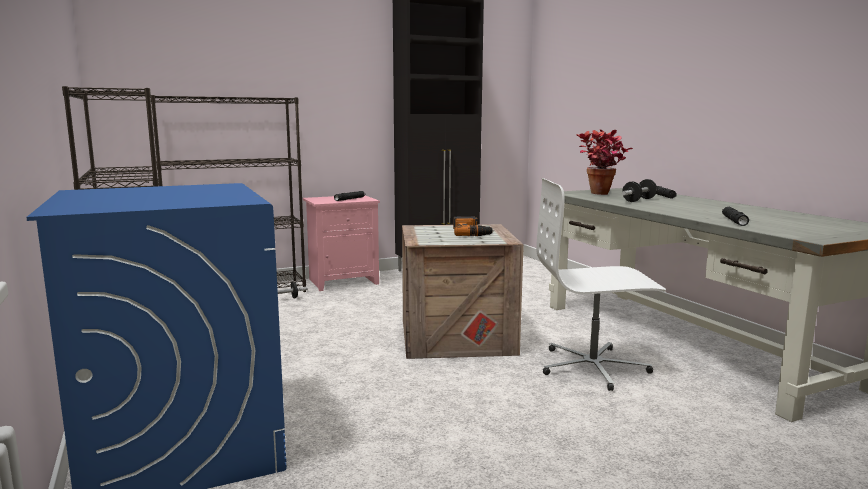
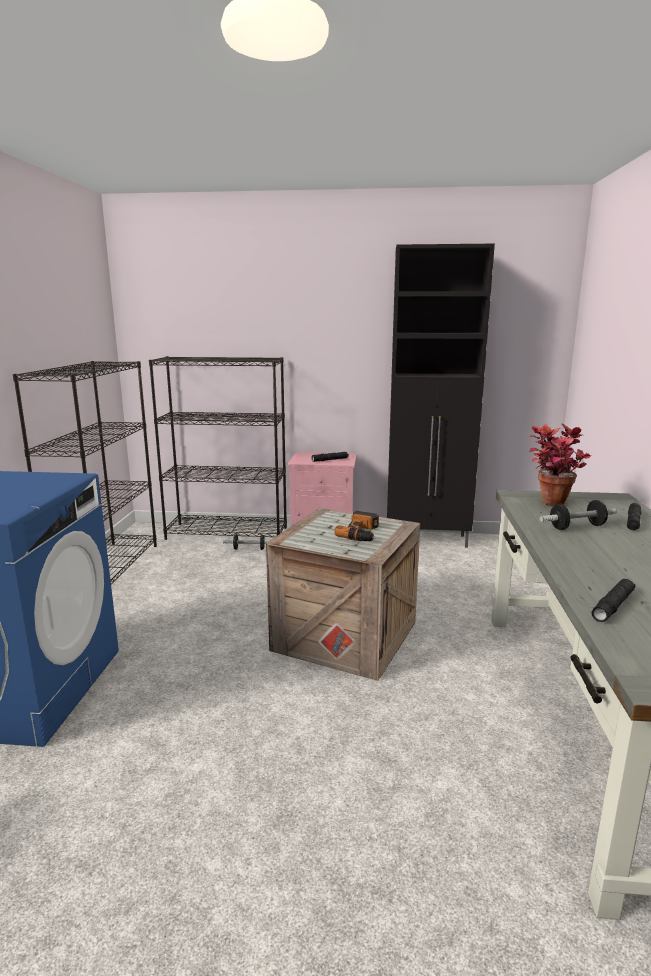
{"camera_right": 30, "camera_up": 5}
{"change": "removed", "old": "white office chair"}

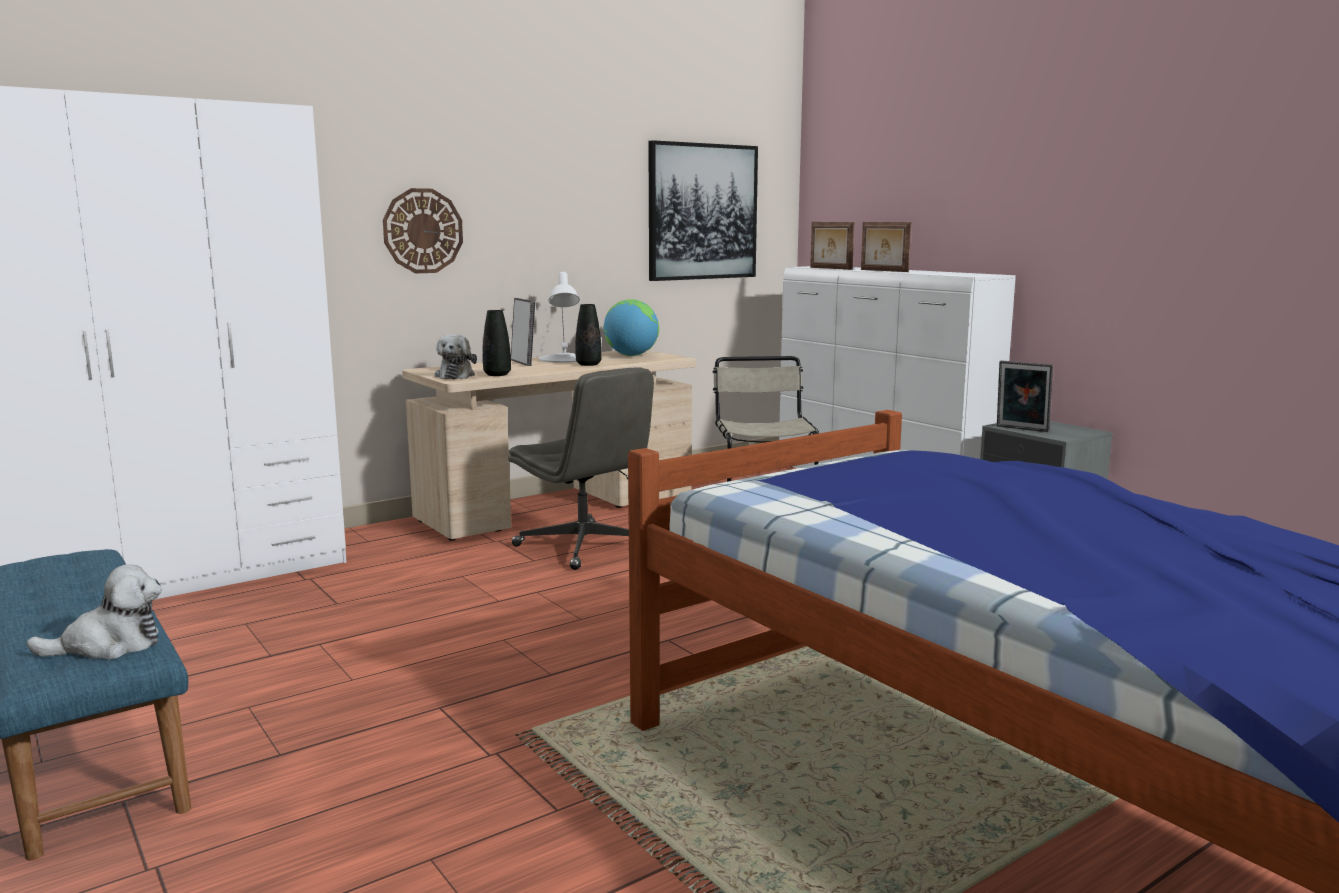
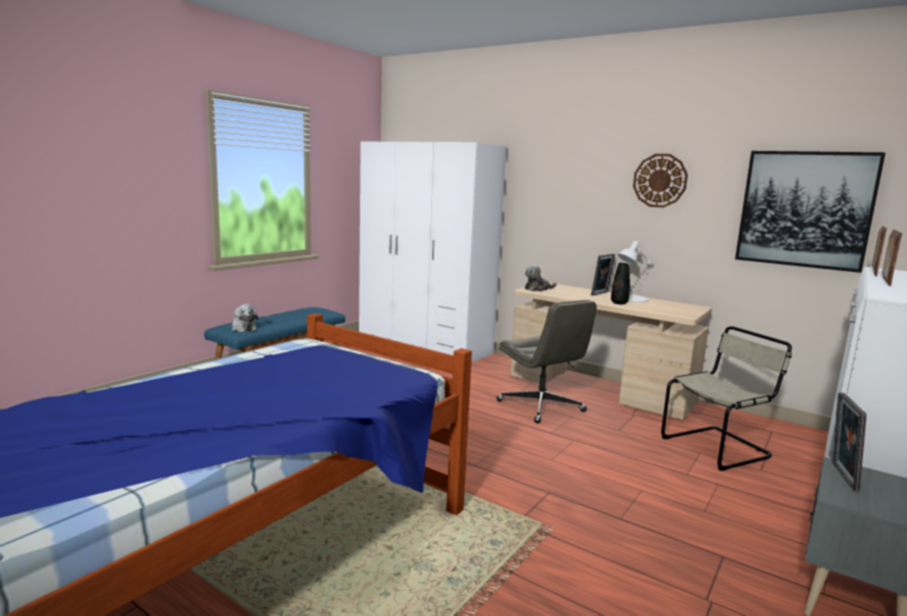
{"camera_right": 70, "camera_up": 0}
{"change": "moved", "old": "wall clock"}
{"change": "removed", "old": "black vase (1st from left)"}
{"change": "turned", "old": "grey office chair", "degrees": -60}
{"change": "removed", "old": "globe"}

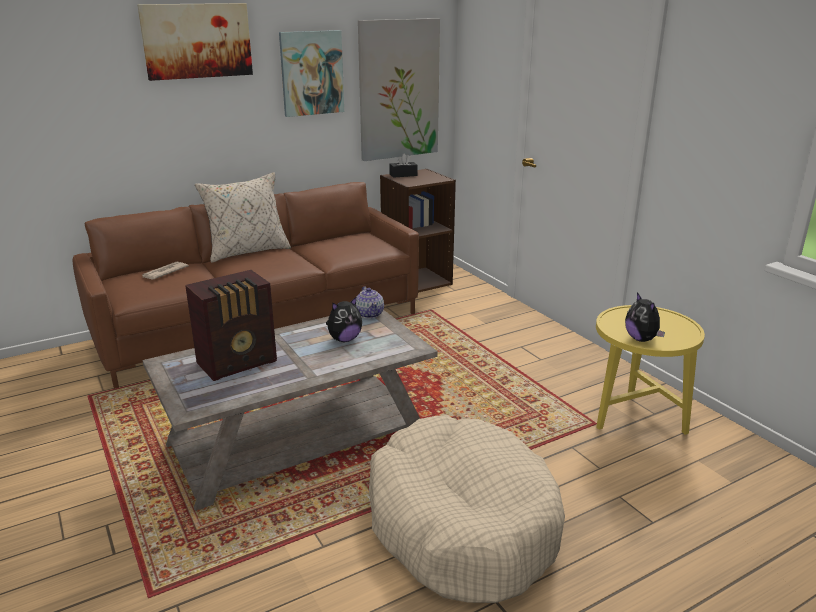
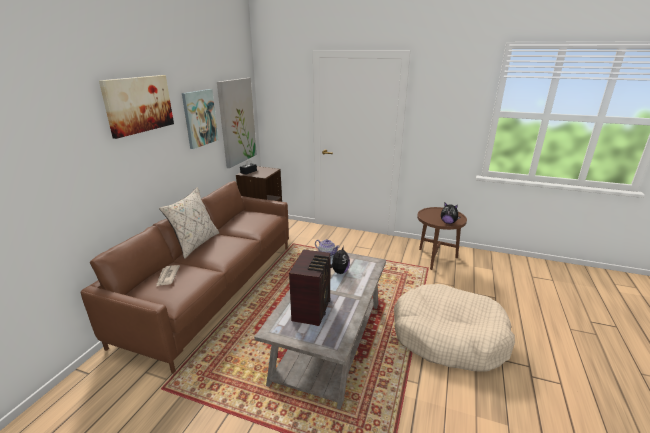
{"camera_right": -40, "camera_up": 0}
{"change": "recoloured", "old": "yellow side table", "new": "brown side table"}

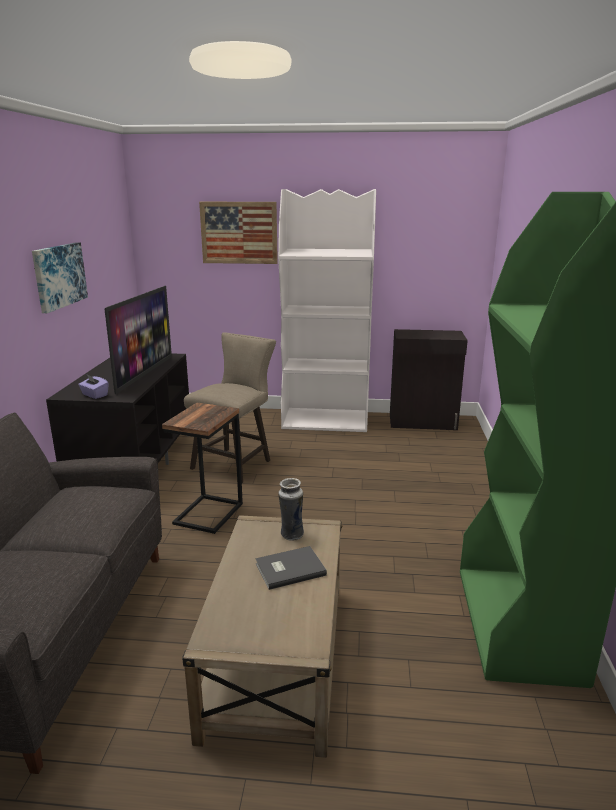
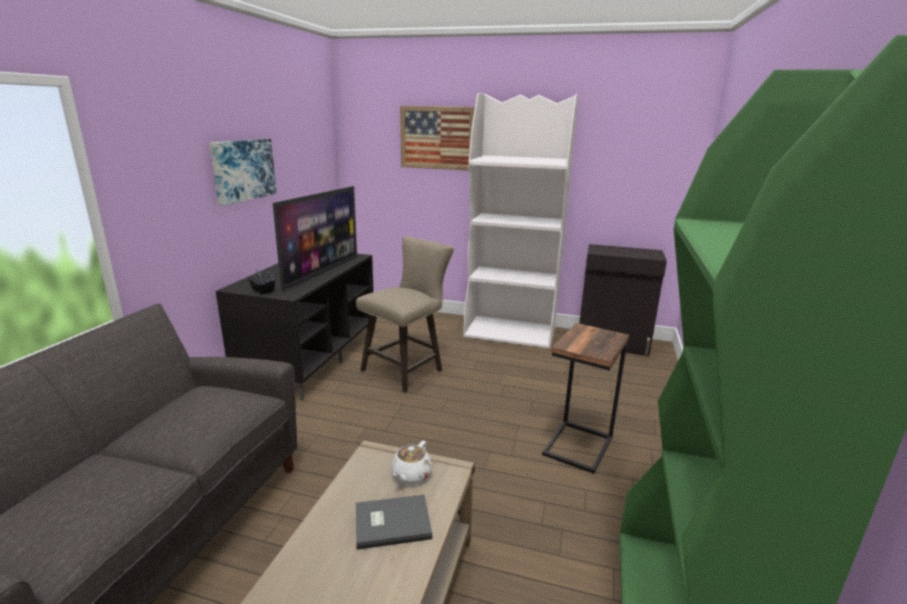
{"camera_right": 10, "camera_up": 0}
{"change": "recoloured", "old": "purple tissue box", "new": "black tissue box"}
{"change": "moved", "old": "side table"}
{"change": "replaced", "old": "vase", "new": "white teapot"}

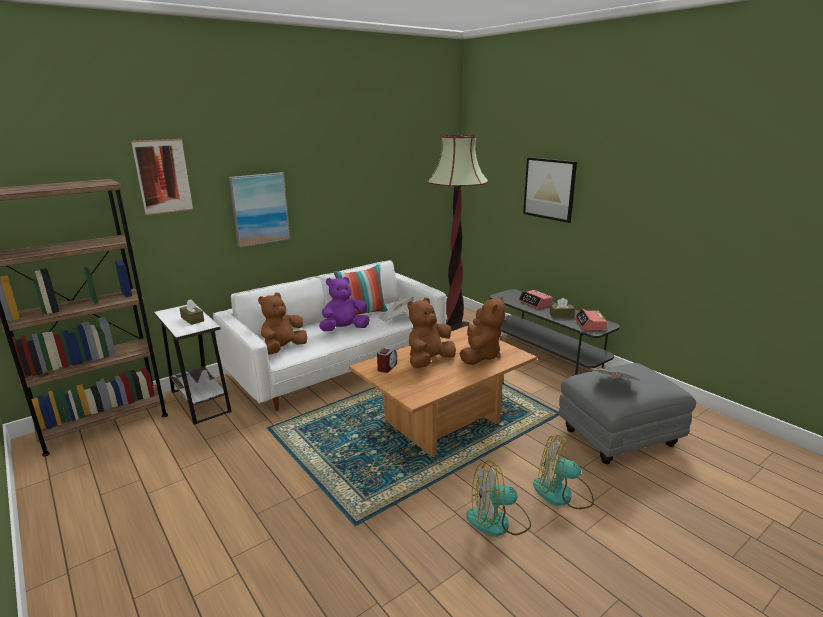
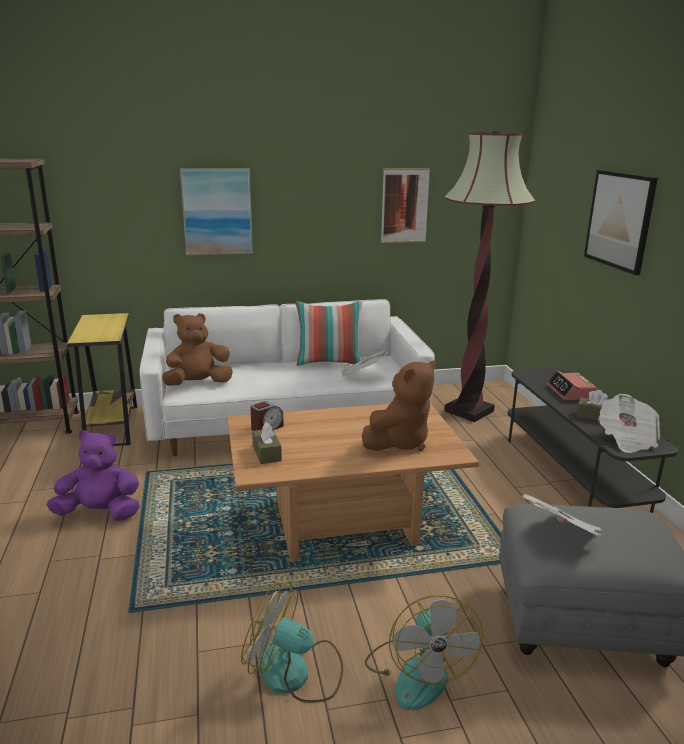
{"camera_right": 25, "camera_up": 0}
{"change": "moved", "old": "picture (1st from left in the first image)", "new": "picture (2nd from left)"}
{"change": "recoloured", "old": "white side table", "new": "yellow side table"}
{"change": "moved", "old": "brown tissue box (1st from left)"}
{"change": "moved", "old": "purple plush toy"}
{"change": "removed", "old": "brown plush toy (2nd from left)"}
{"change": "turned", "old": "fan (2nd from left)", "degrees": -135}
{"change": "replaced", "old": "alarm clock (3rd from left)", "new": "newspaper (3rd from left)"}

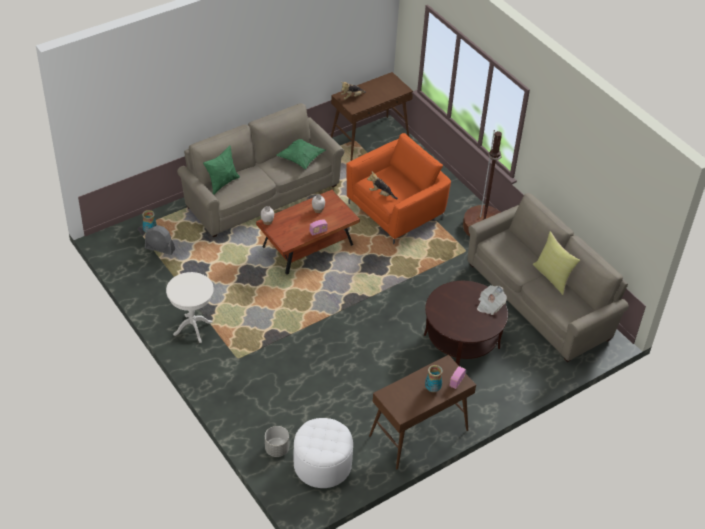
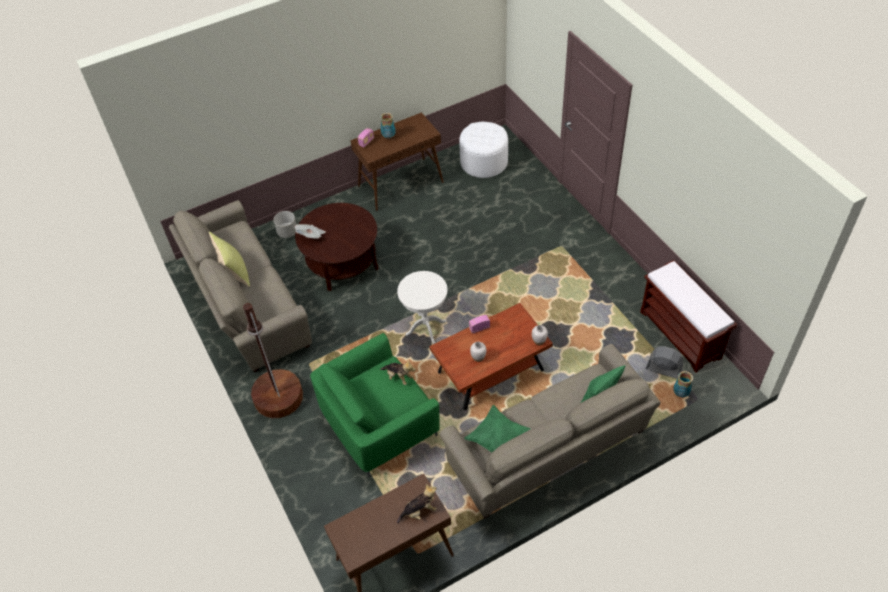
{"camera_right": -170, "camera_up": 5}
{"change": "moved", "old": "white side table"}
{"change": "moved", "old": "grey planter"}
{"change": "recoloured", "old": "orange armchair", "new": "green armchair"}
{"change": "added", "new": "brown bench"}

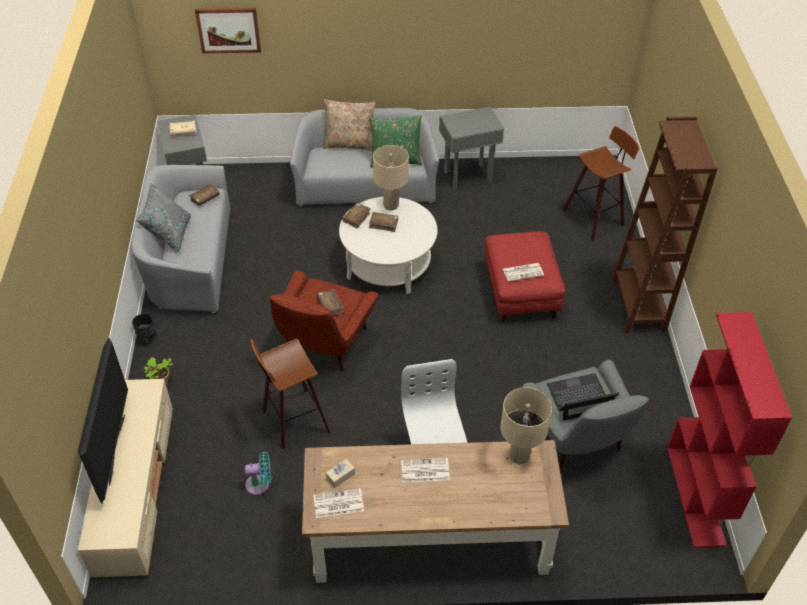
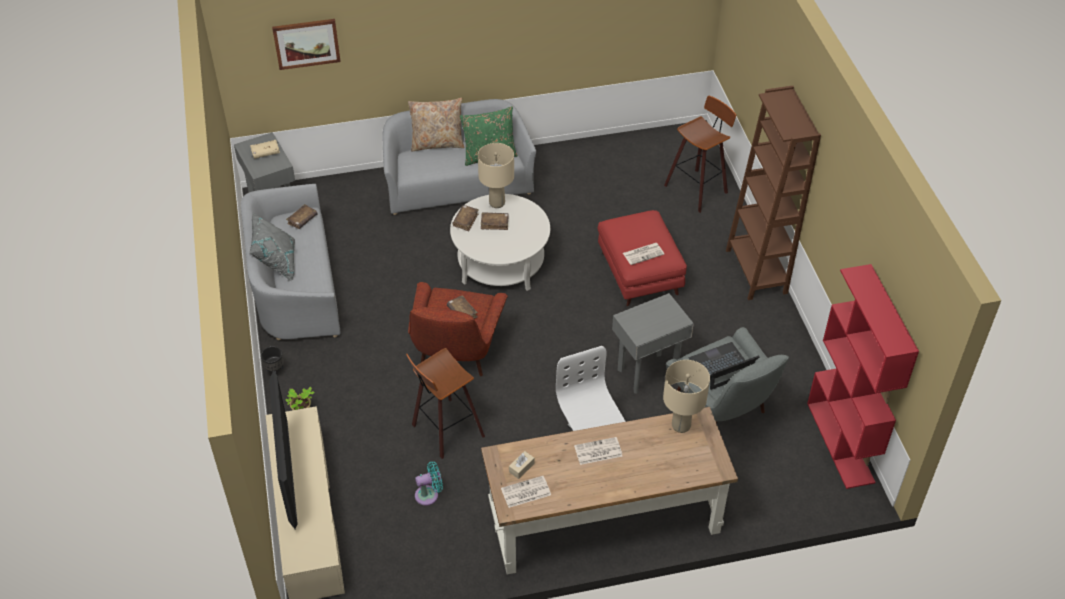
{"camera_right": -10, "camera_up": 0}
{"change": "moved", "old": "grey side table (2nd from left)"}

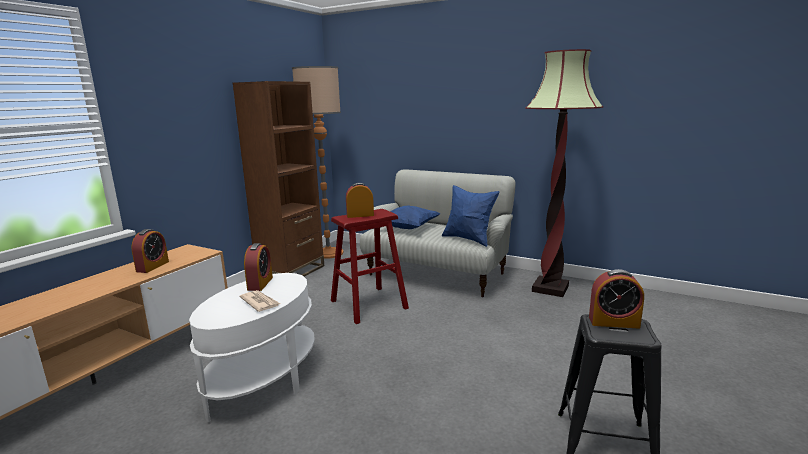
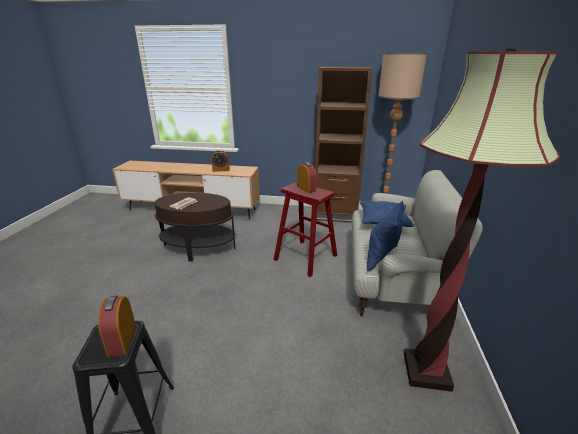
{"camera_right": 70, "camera_up": 10}
{"change": "recoloured", "old": "white side table", "new": "brown side table"}
{"change": "removed", "old": "alarm clock (2nd from left)"}

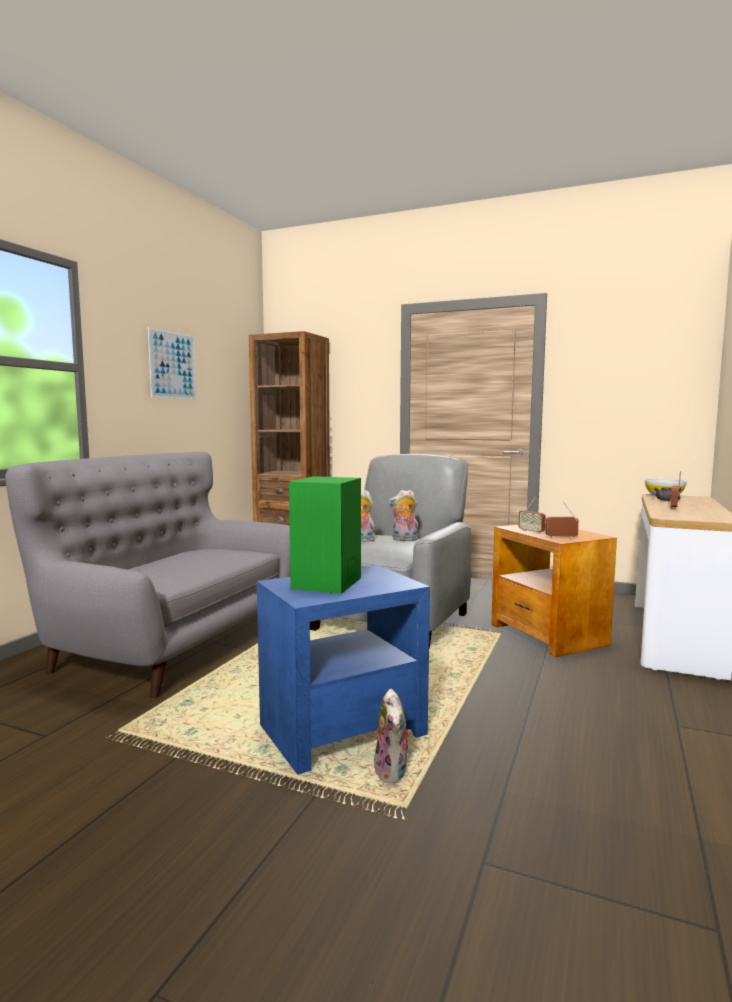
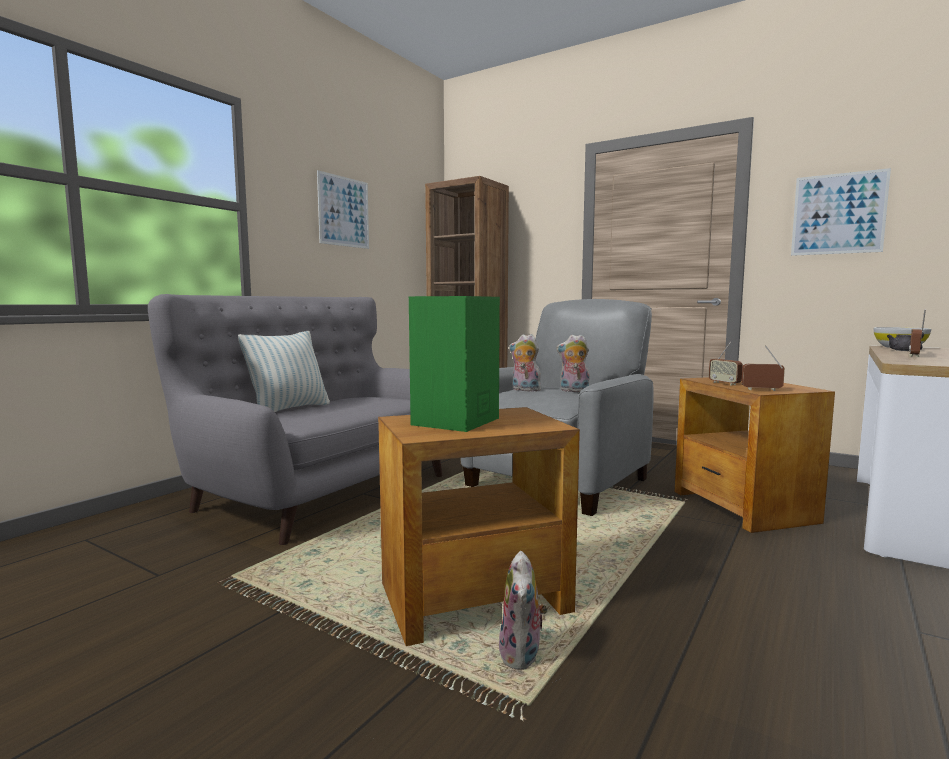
{"camera_right": 10, "camera_up": 0}
{"change": "recoloured", "old": "blue side table", "new": "brown side table (1st from left)"}
{"change": "added", "new": "pillow"}
{"change": "added", "new": "picture (2nd from left)"}

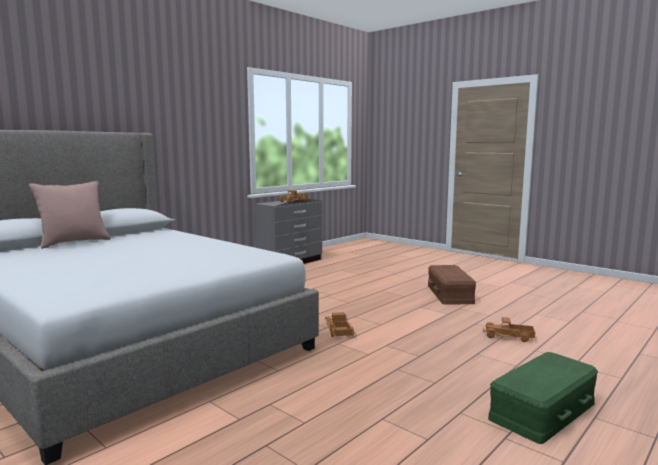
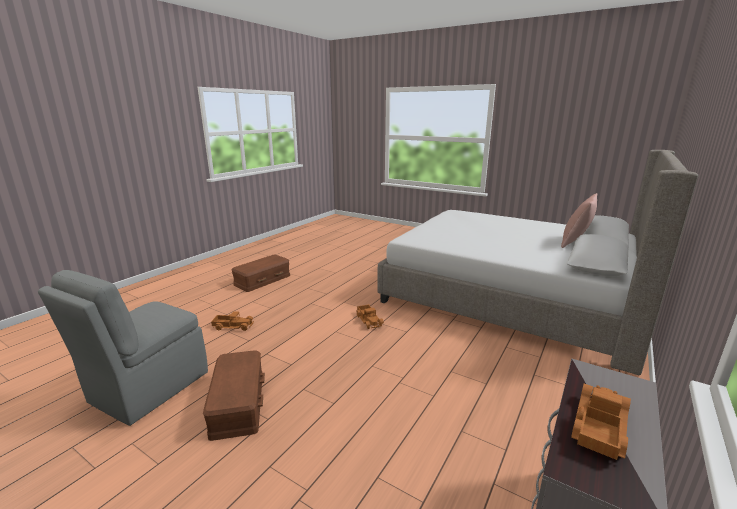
{"camera_right": 170, "camera_up": 10}
{"change": "recoloured", "old": "green storage box", "new": "brown storage box (2nd from left)"}
{"change": "added", "new": "grey chair"}

